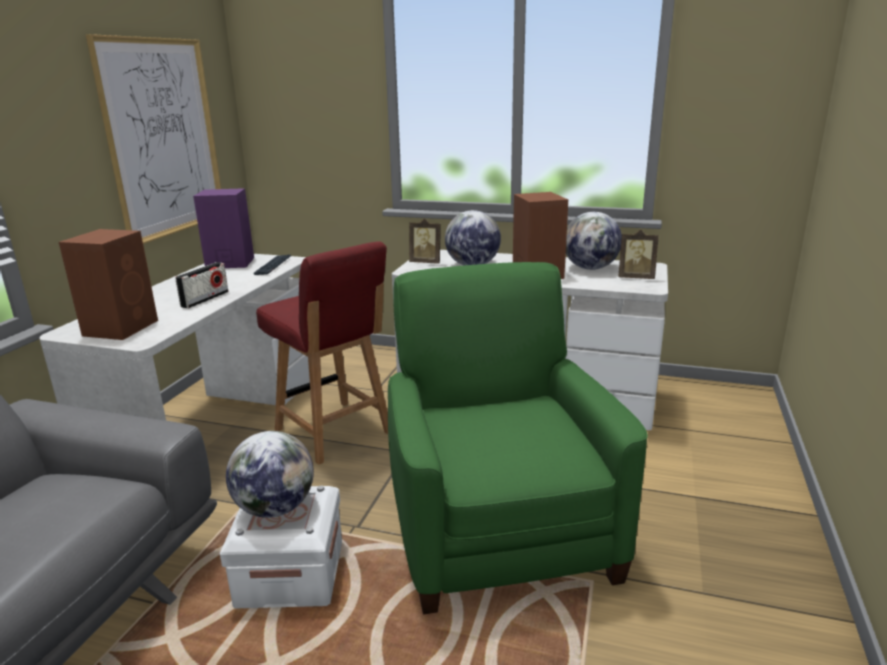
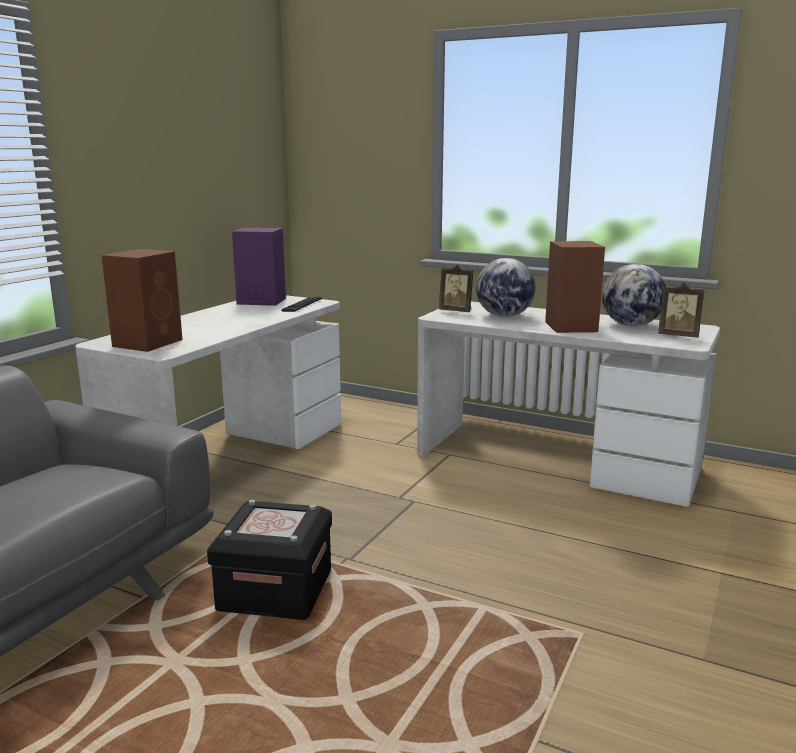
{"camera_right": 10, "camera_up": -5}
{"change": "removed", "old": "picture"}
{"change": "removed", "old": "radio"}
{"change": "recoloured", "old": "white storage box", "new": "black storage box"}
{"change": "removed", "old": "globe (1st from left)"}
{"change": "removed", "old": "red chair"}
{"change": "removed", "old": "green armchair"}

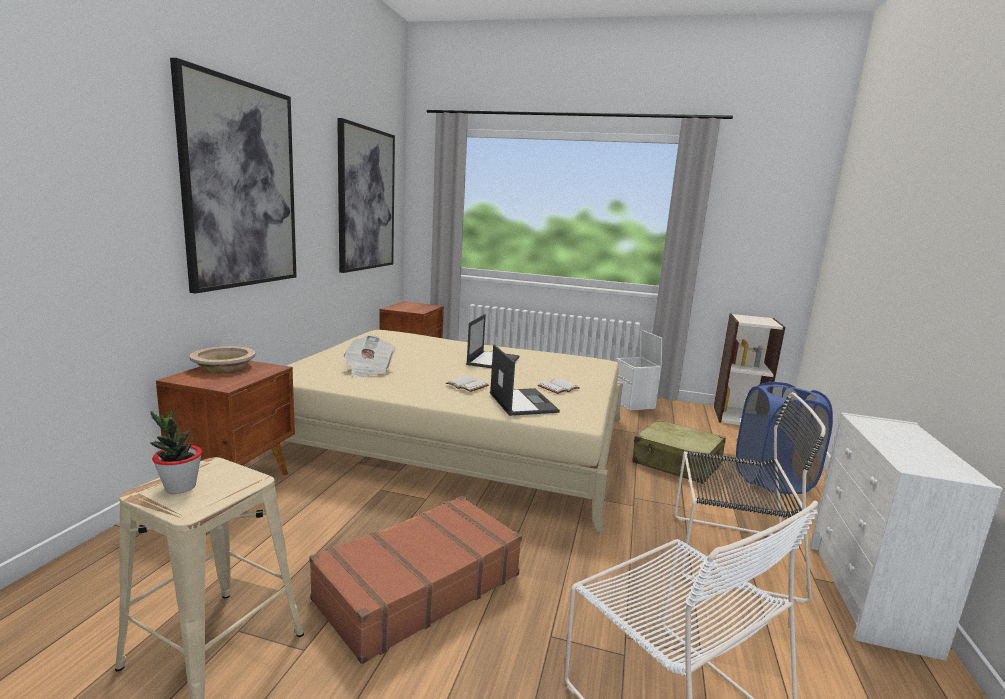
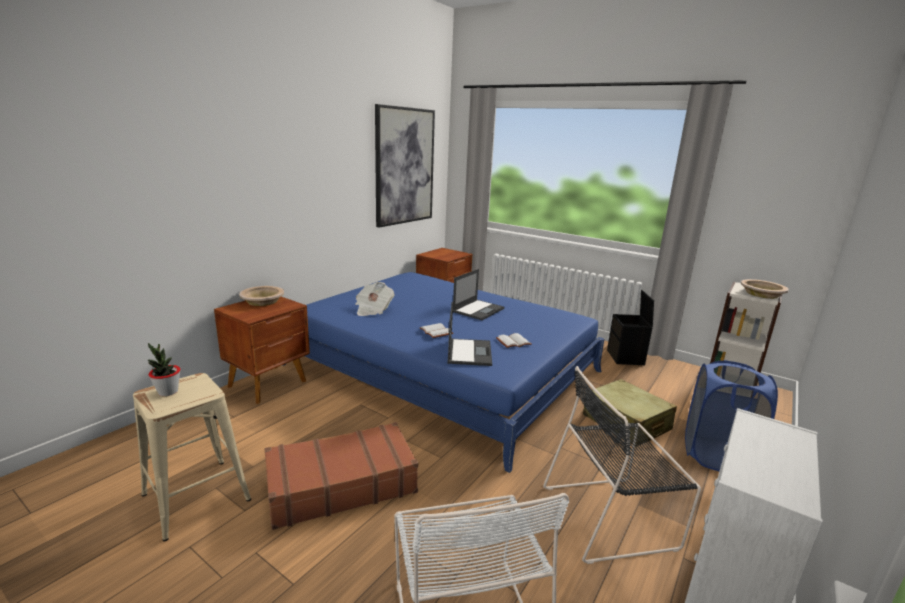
{"camera_right": 20, "camera_up": 5}
{"change": "removed", "old": "picture (1st from left)"}
{"change": "recoloured", "old": "beige bed", "new": "blue bed"}
{"change": "recoloured", "old": "white storage box", "new": "black storage box"}
{"change": "turned", "old": "black chair", "degrees": 135}
{"change": "added", "new": "beige bowl (2nd from left)"}

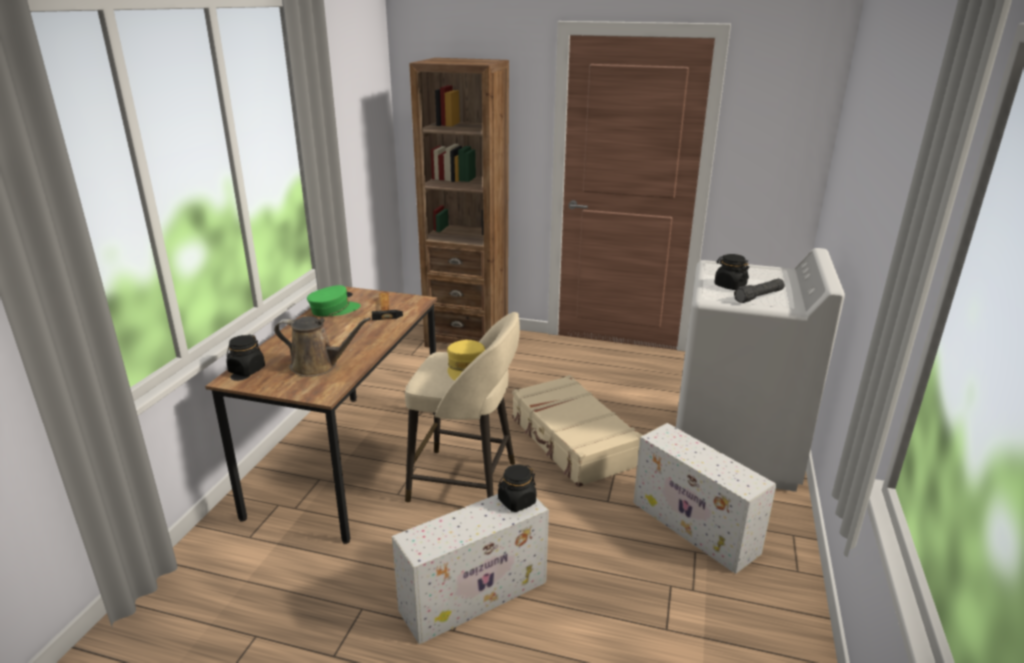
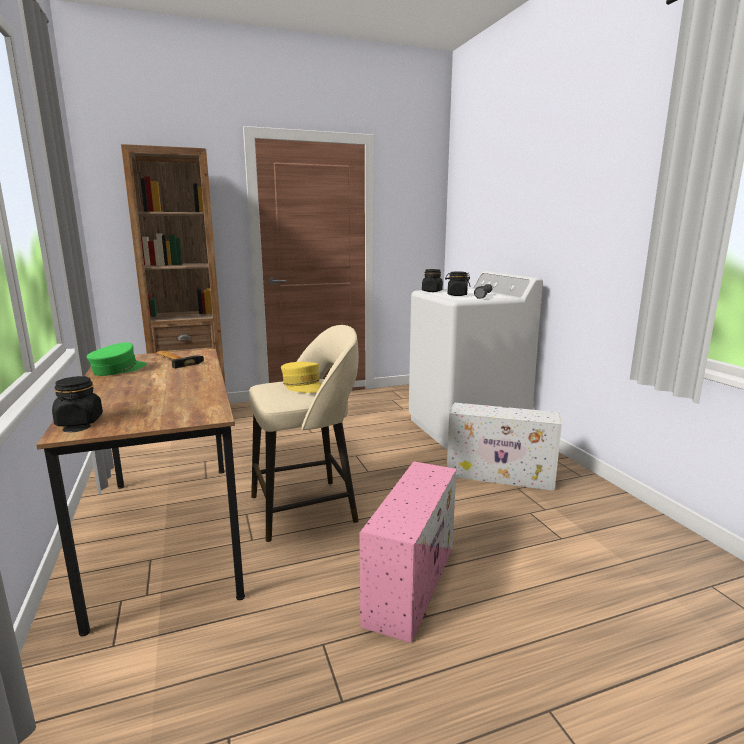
{"camera_right": -35, "camera_up": -10}
{"change": "removed", "old": "brown watering can"}
{"change": "recoloured", "old": "white storage box (1st from left)", "new": "pink storage box"}
{"change": "moved", "old": "black jar (2nd from left)"}
{"change": "removed", "old": "beige suitcase"}

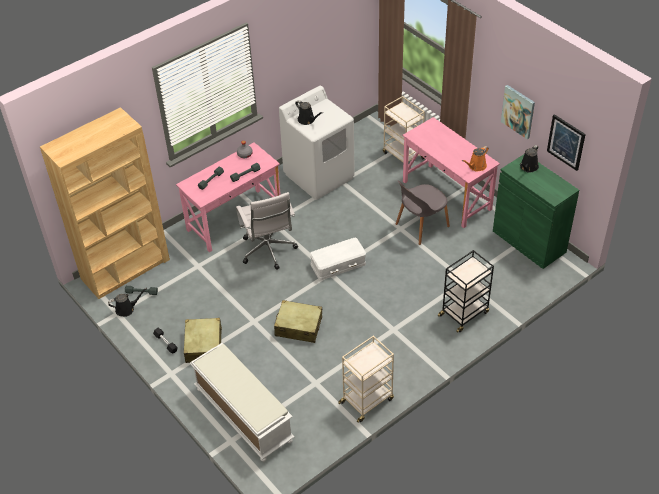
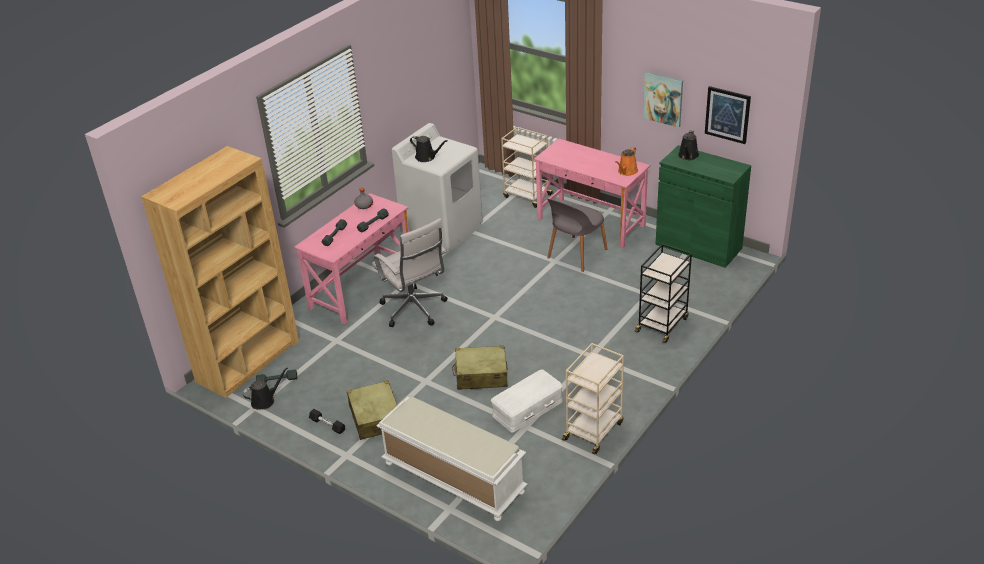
{"camera_right": -15, "camera_up": -10}
{"change": "moved", "old": "white storage box"}

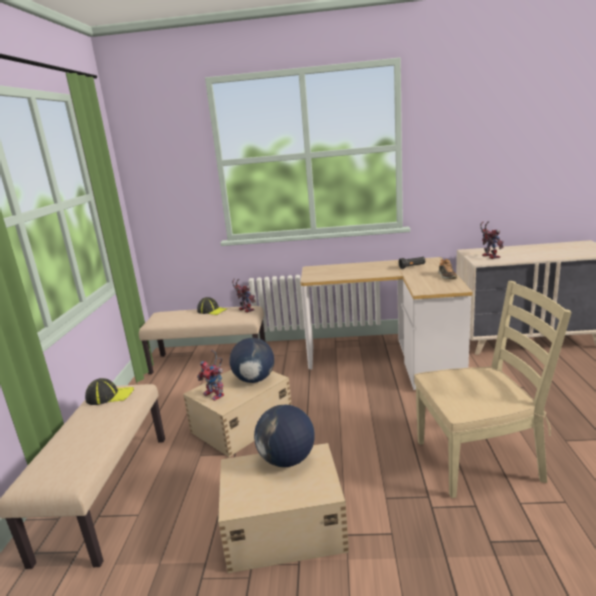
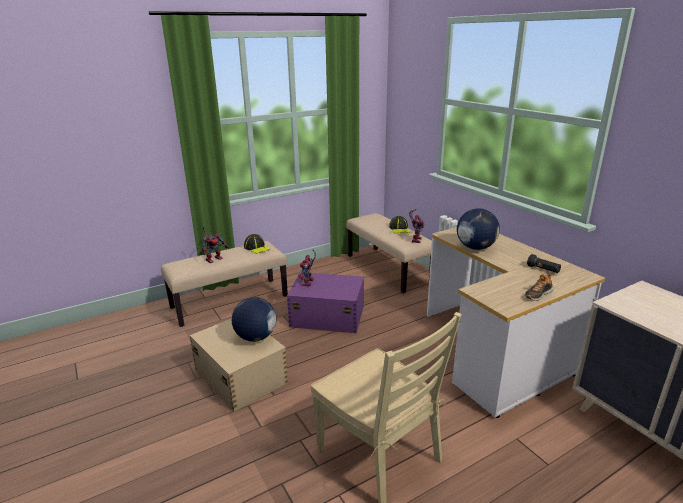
{"camera_right": 55, "camera_up": 5}
{"change": "recoloured", "old": "beige storage box (1st from left)", "new": "purple storage box"}
{"change": "moved", "old": "globe (1st from left in the first image)", "new": "globe (2nd from left)"}
{"change": "moved", "old": "toy robot (3rd from left in the first image)", "new": "toy robot (1st from left)"}

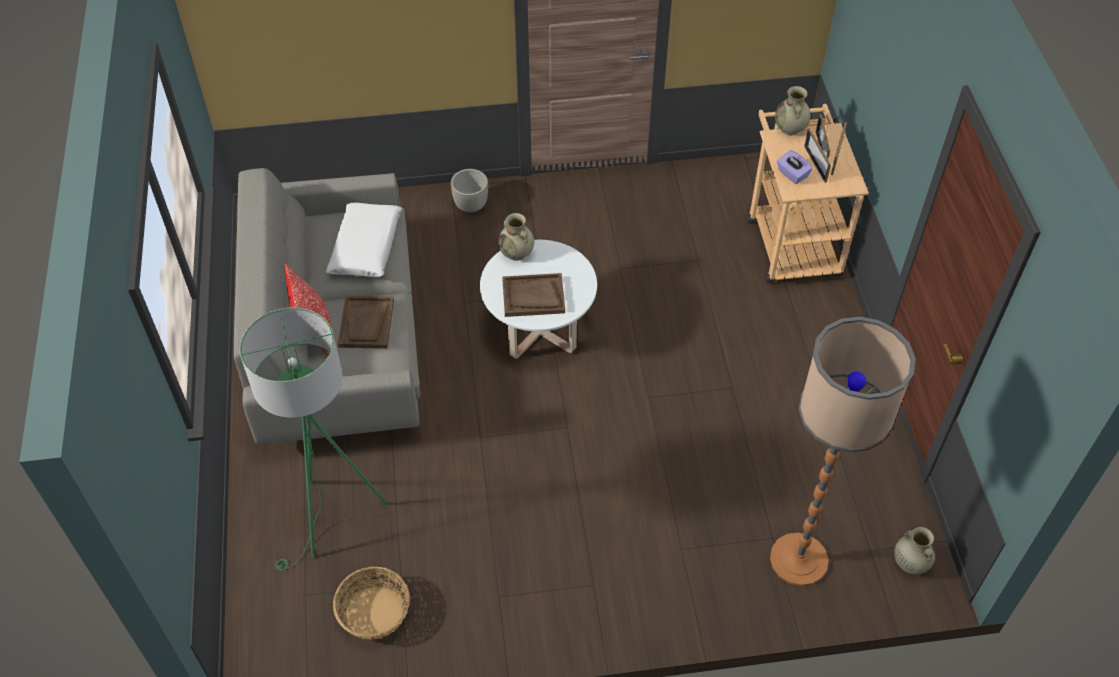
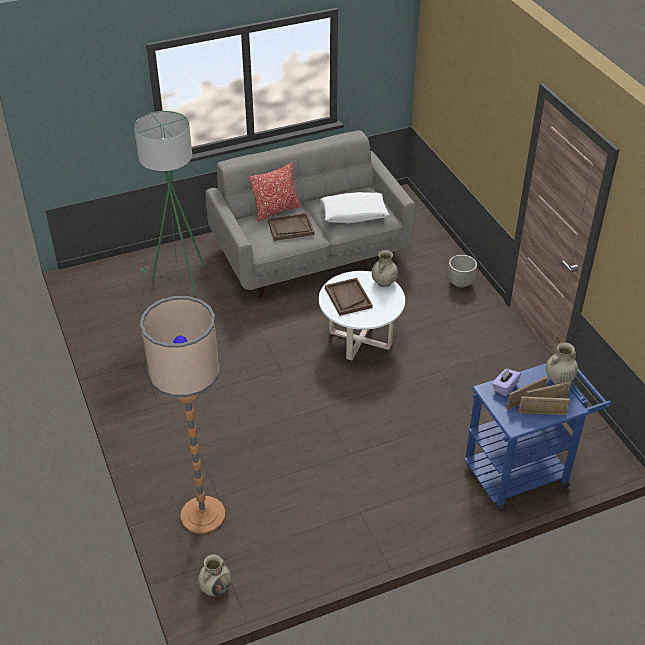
{"camera_right": 75, "camera_up": -10}
{"change": "removed", "old": "basket"}
{"change": "recoloured", "old": "beige cart", "new": "blue cart"}

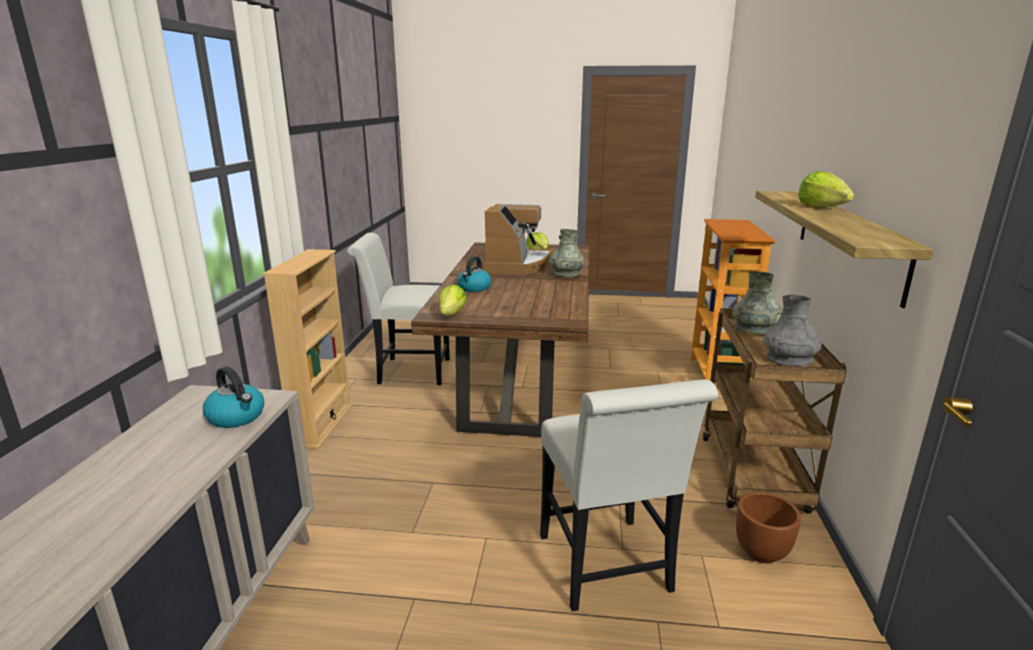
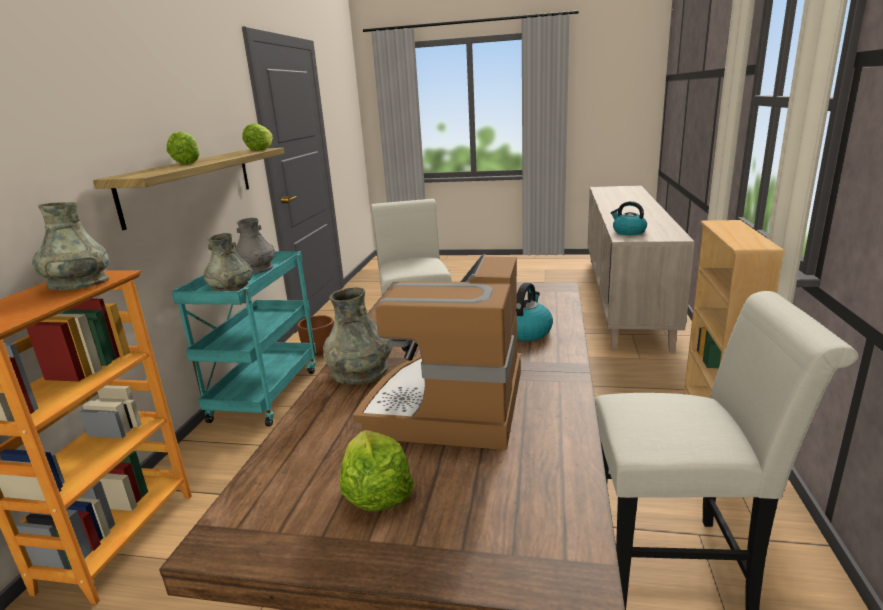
{"camera_right": -175, "camera_up": 0}
{"change": "moved", "old": "lettuce (1st from left in the first image)", "new": "lettuce (2nd from left)"}
{"change": "recoloured", "old": "brown cart", "new": "turquoise cart"}
{"change": "added", "new": "grey vase (1st from left)"}

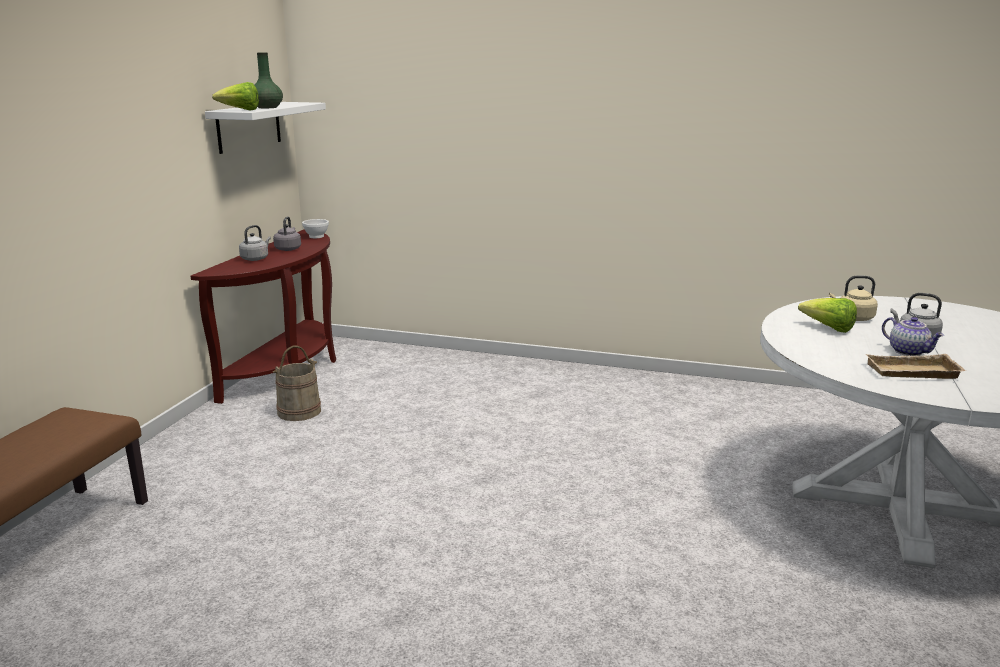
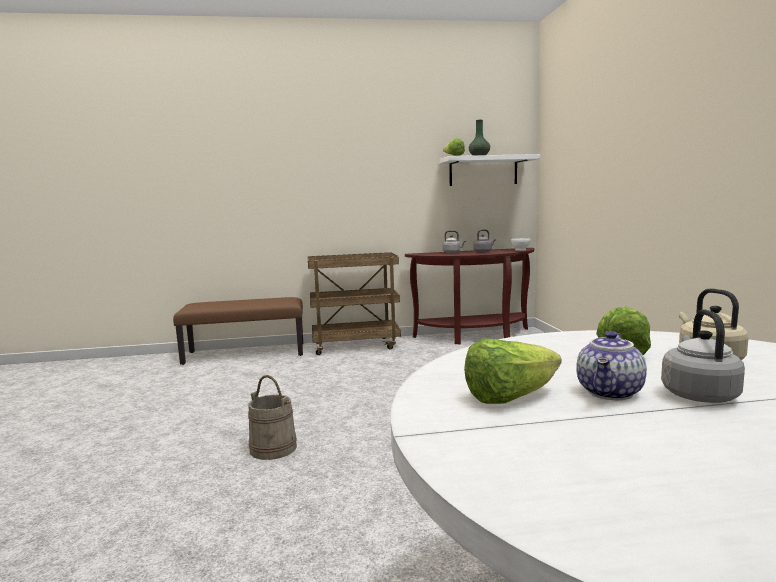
{"camera_right": 65, "camera_up": -10}
{"change": "moved", "old": "beige bucket"}
{"change": "replaced", "old": "beige tray", "new": "lettuce (2nd from left)"}
{"change": "added", "new": "brown cart"}

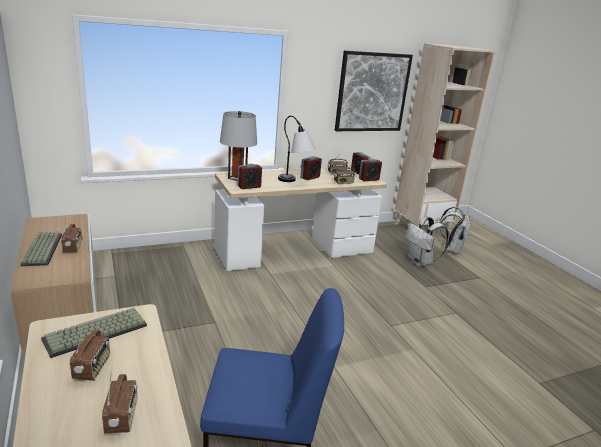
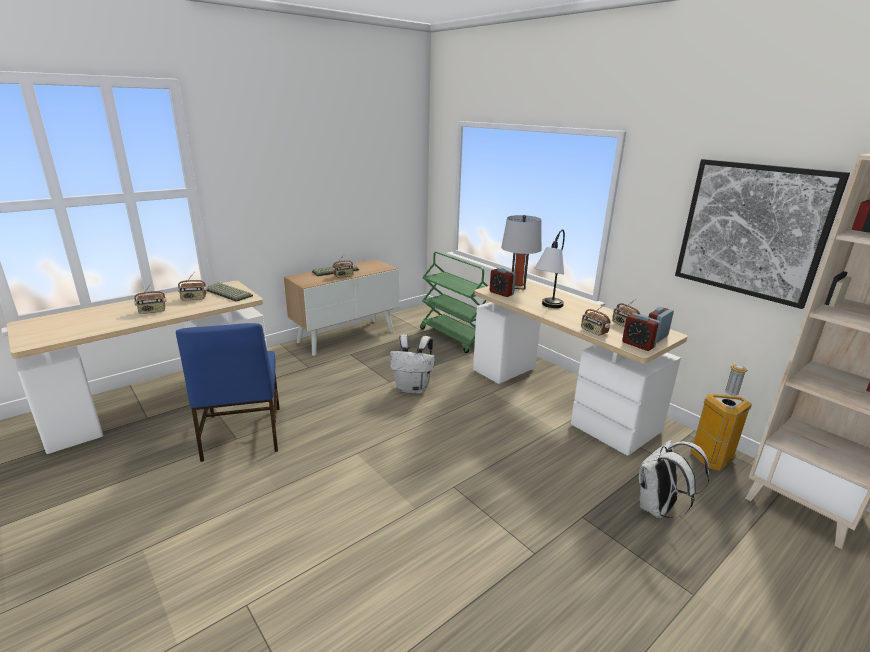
{"camera_right": 75, "camera_up": 0}
{"change": "removed", "old": "alarm clock (2nd from left)"}
{"change": "moved", "old": "white backpack (2nd from left in the first image)", "new": "white backpack (1st from left)"}
{"change": "added", "new": "green cart"}
{"change": "added", "new": "trash can"}

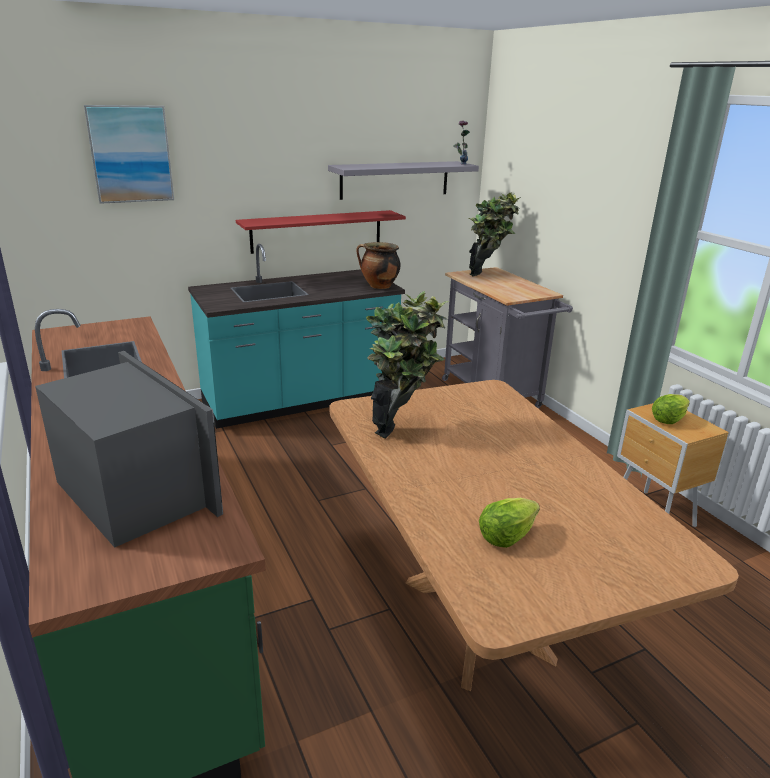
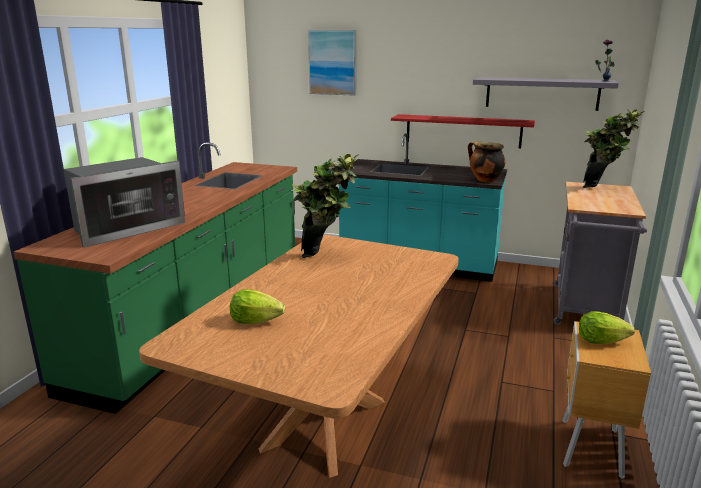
{"camera_right": 45, "camera_up": -5}
{"change": "turned", "old": "microwave", "degrees": 45}

